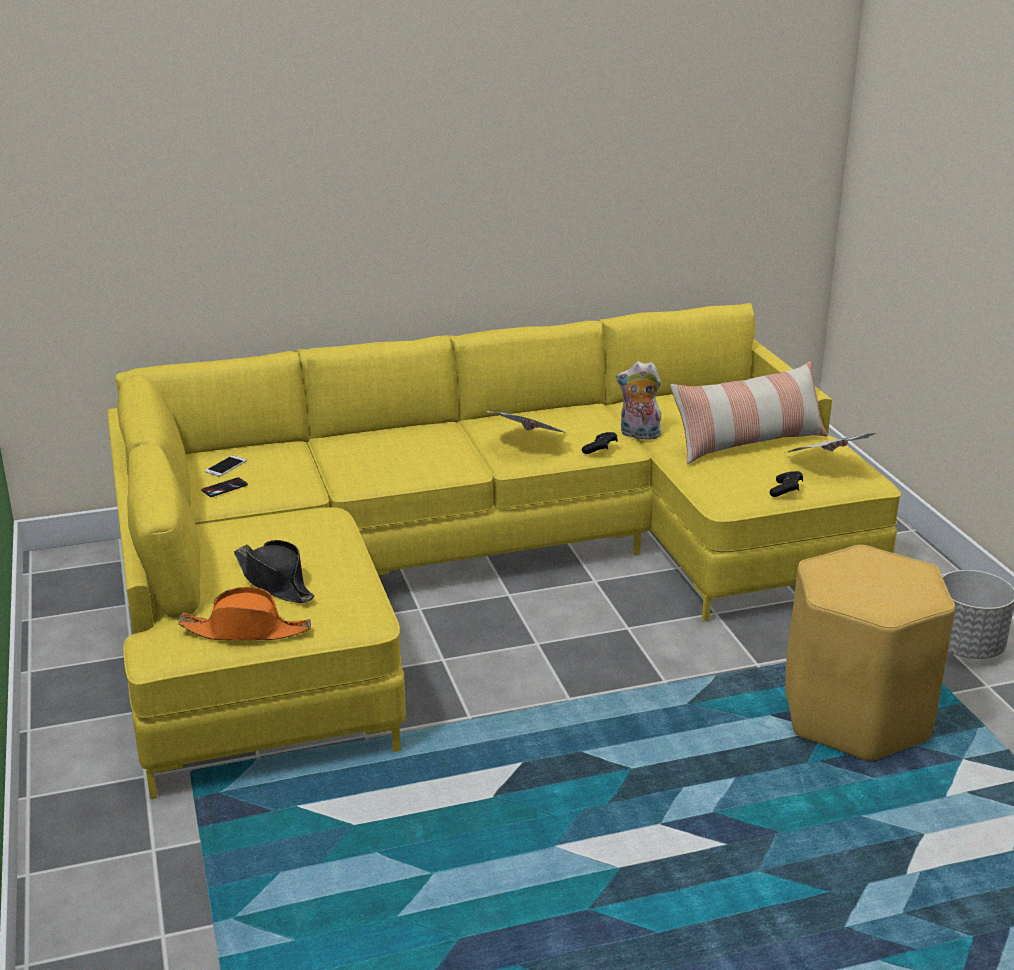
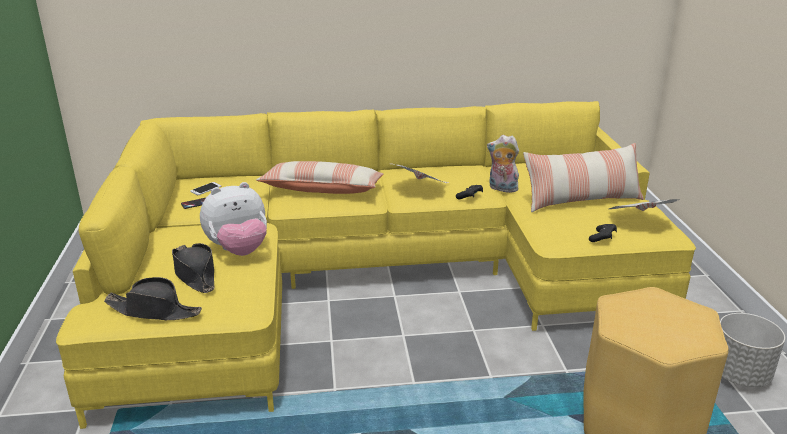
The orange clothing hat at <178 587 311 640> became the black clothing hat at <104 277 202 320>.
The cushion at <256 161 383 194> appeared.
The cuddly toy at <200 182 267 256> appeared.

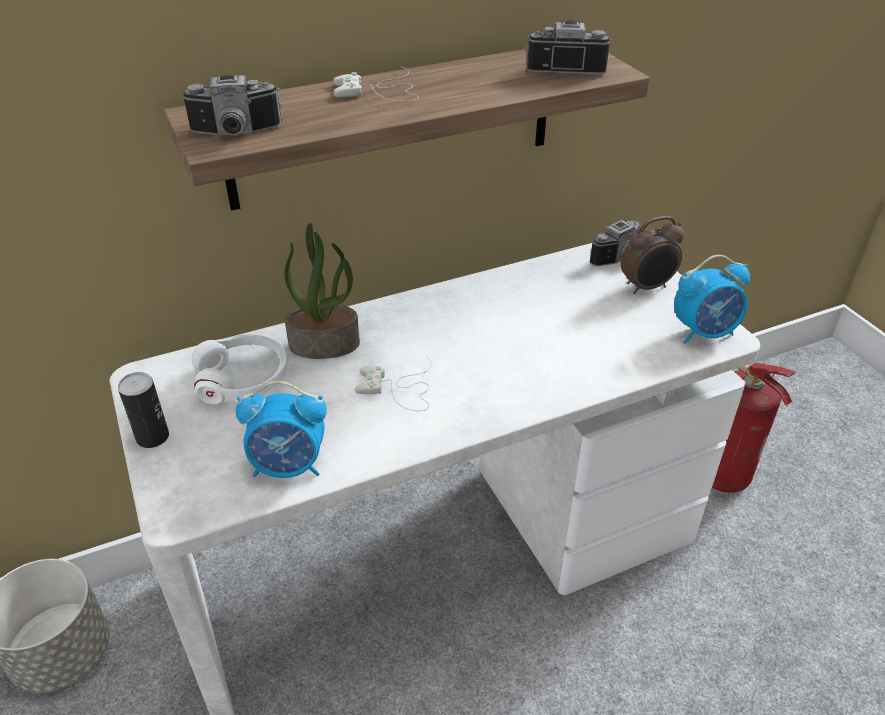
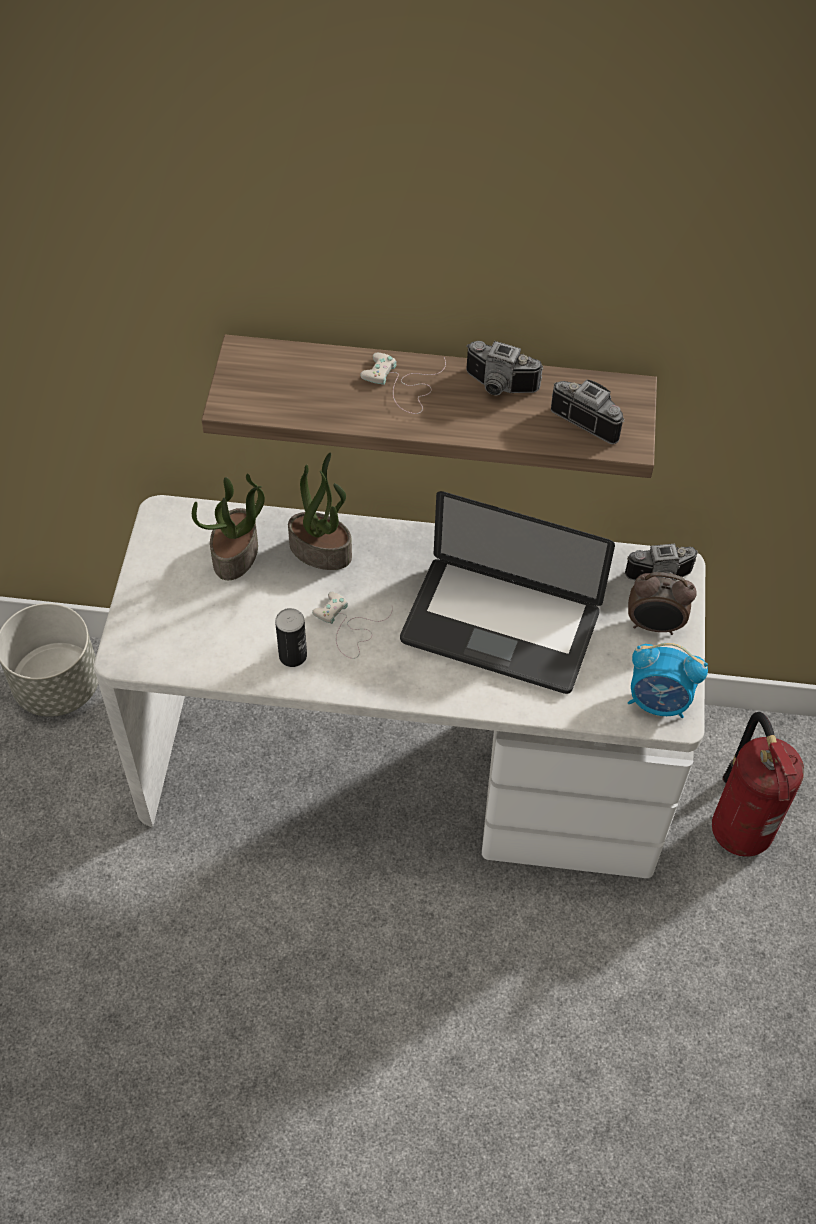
The still camera moved from <180 75 282 136> to <466 341 544 395>.
The whitish headset at <192 334 288 404> was replaced by the plant in a pot at <192 474 265 580>.
The metal can moved from <118 372 169 448> to <275 608 307 667>.
The alarm clock at <236 381 327 478> disappeared.
The portable computer at <400 491 615 694> appeared.

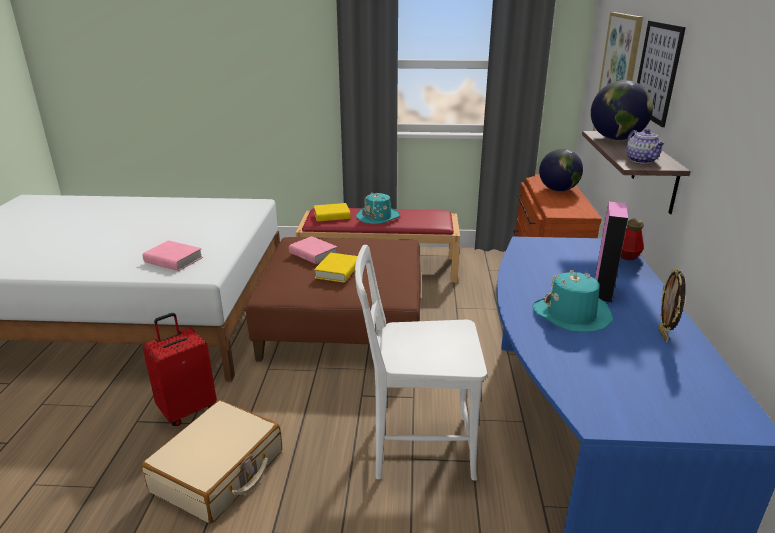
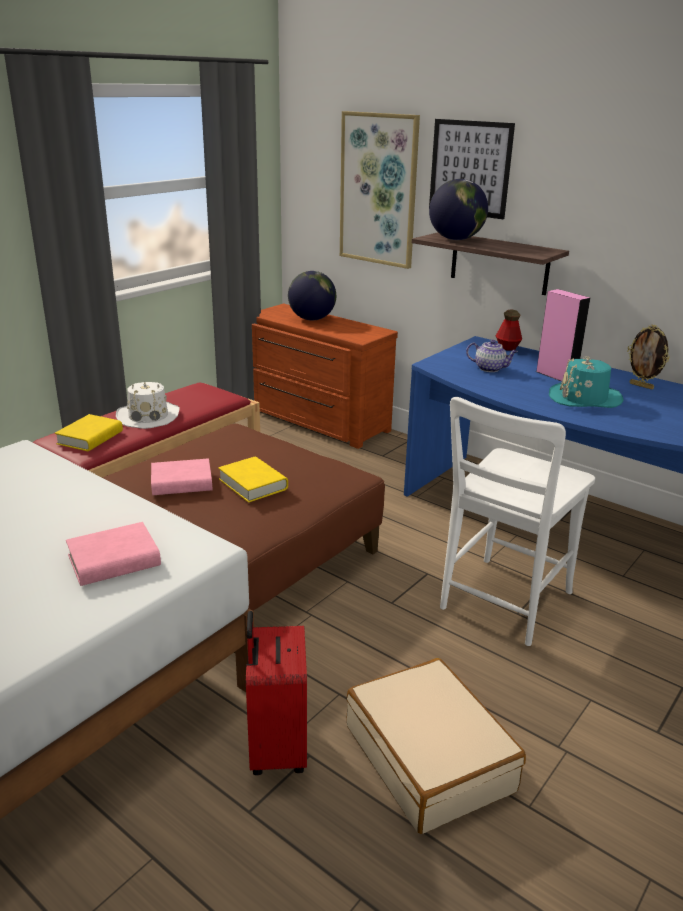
The tea pot moved from <626 129 664 164> to <466 340 518 372>.
The turquoise clothing hat at <356 192 400 224> became the whitish clothing hat at <116 382 180 429>.

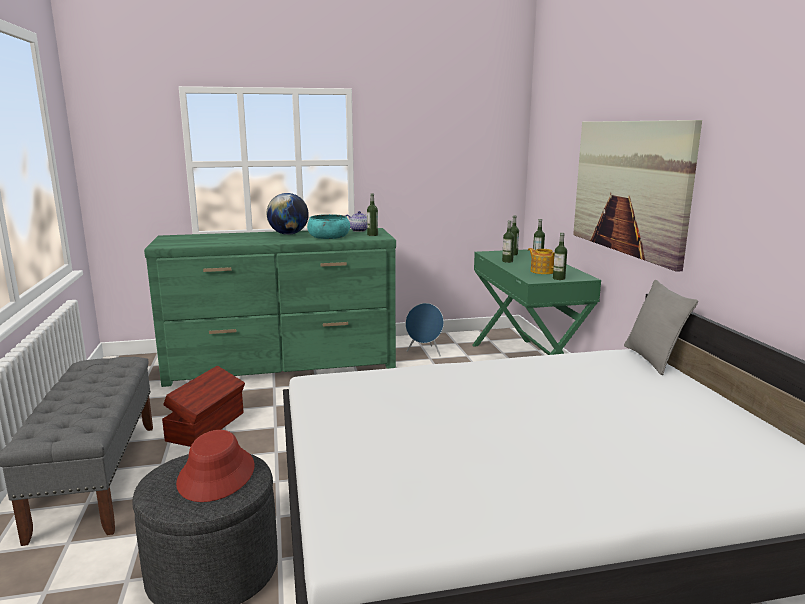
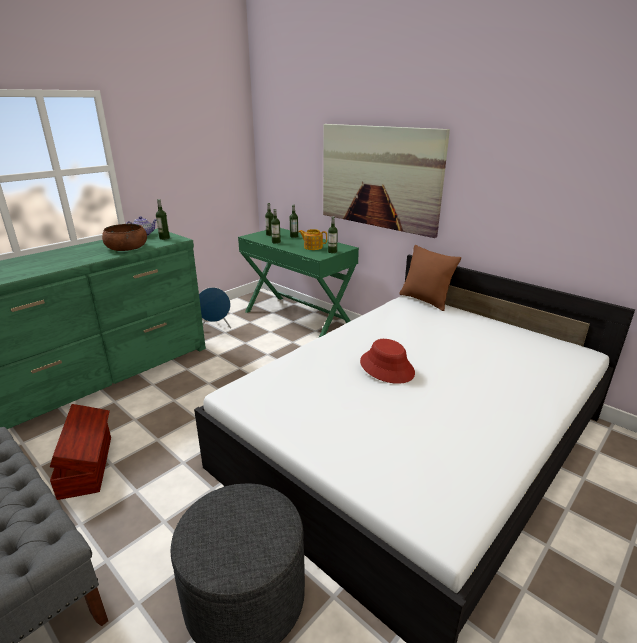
The globe at <266 193 309 235> disappeared.
The turquoise bowl at <307 214 350 239> became the brown-coloured bowl at <102 224 147 251>.
The gray cushion at <624 280 698 375> became the brown-coloured cushion at <399 245 461 311>.
The red clothing hat moved from <176 430 254 502> to <360 339 415 384>.

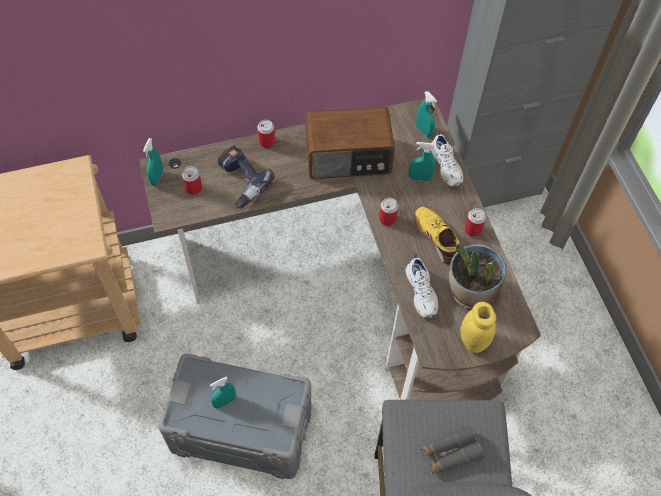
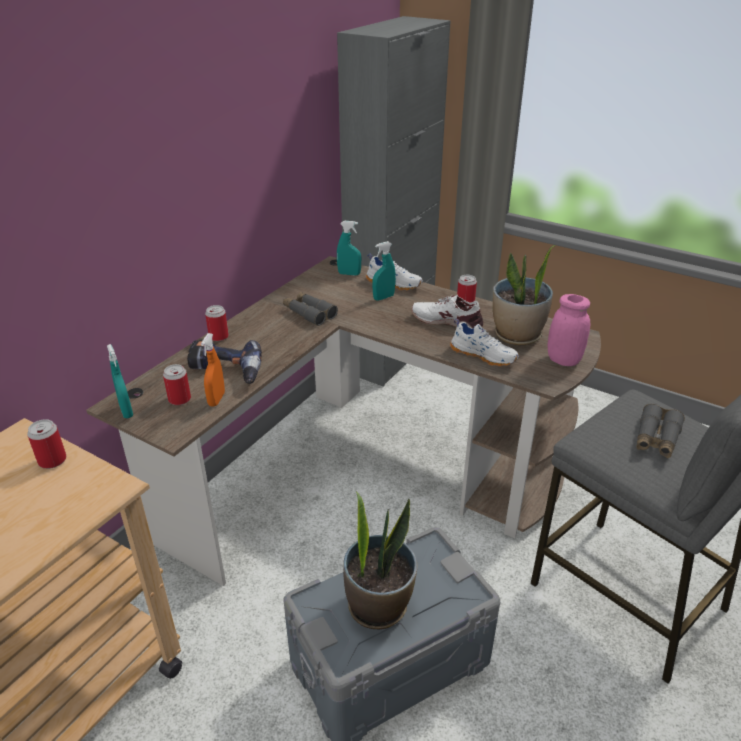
The radio receiver at <306 107 395 179> was replaced by the gray field glasses at <283 292 338 326>.
The metal can moved from <379 198 399 226> to <27 419 66 469>.
The yellow shoe at <415 207 459 265> became the whitish shoe at <412 295 483 328>.
The yellow preserve jar at <461 302 496 353> became the pink preserve jar at <547 294 590 366>.
The turquoise sprayer at <210 377 236 409> was replaced by the plant in a pot at <343 492 417 630>.
The orange sprayer at <201 333 225 407> appeared.

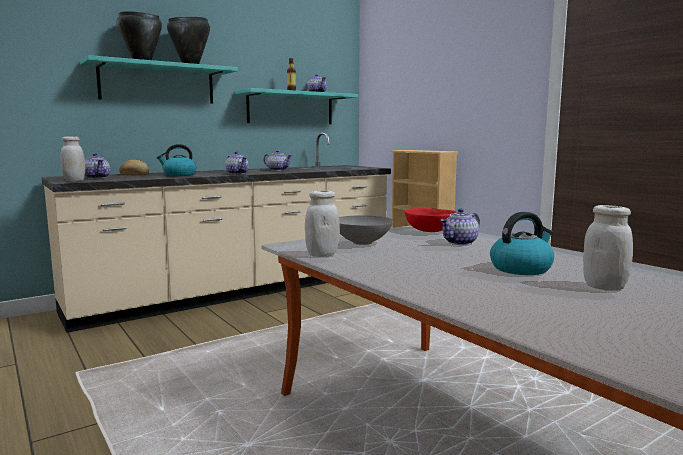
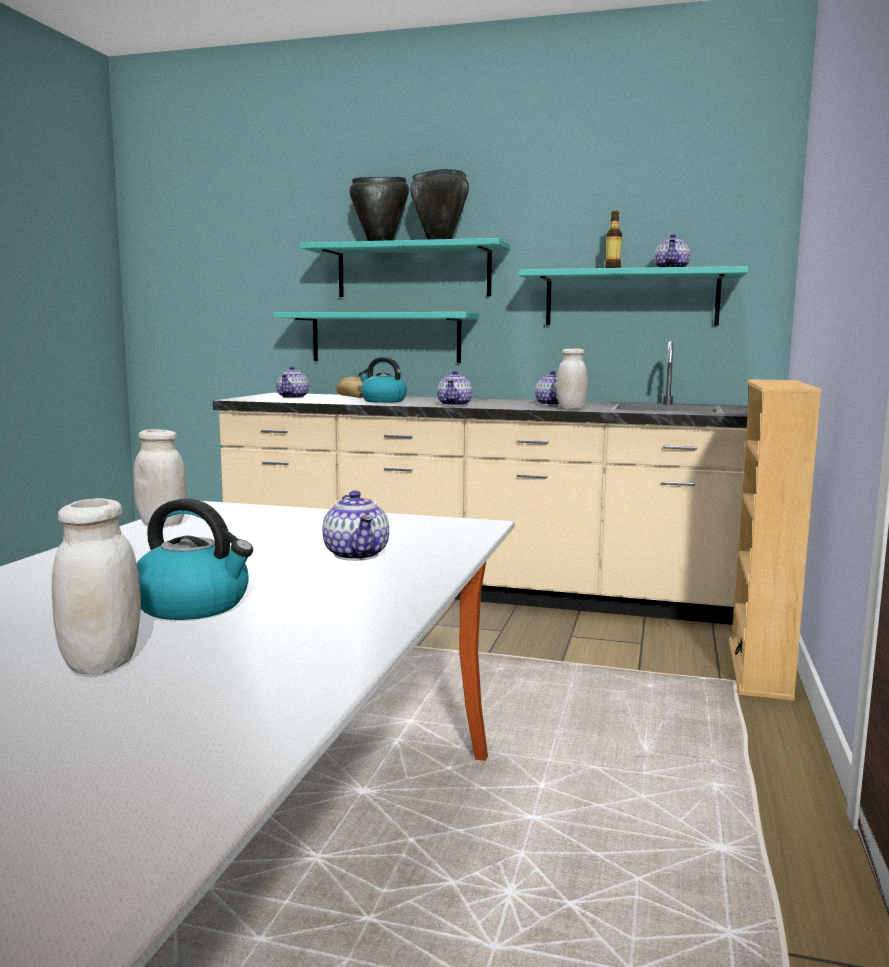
The whitish preserve jar moved from <61 136 85 181> to <556 348 588 409>.
The red bowl at <405 208 457 232> disappeared.
The tea pot at <440 208 480 245> turned 120 degrees counterclockwise.
The gray bowl at <339 215 394 245> disappeared.
The turquoise shelf at <274 312 479 363> appeared.

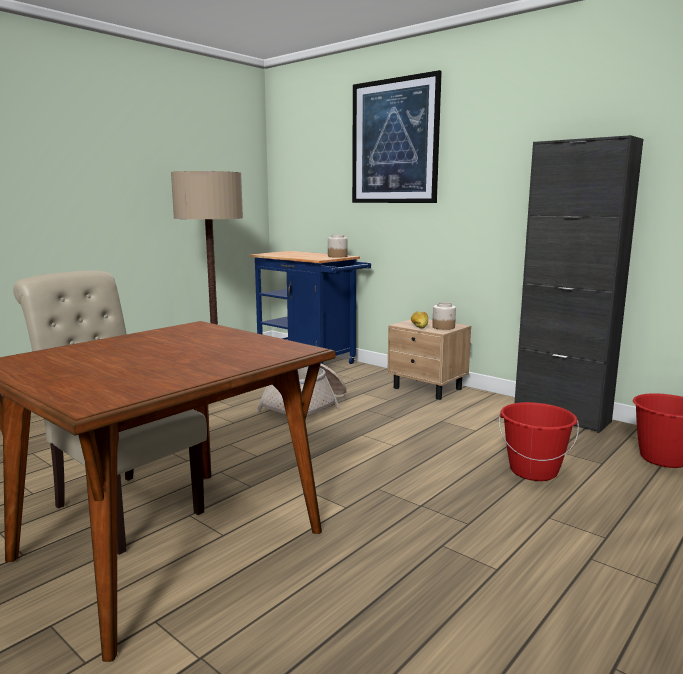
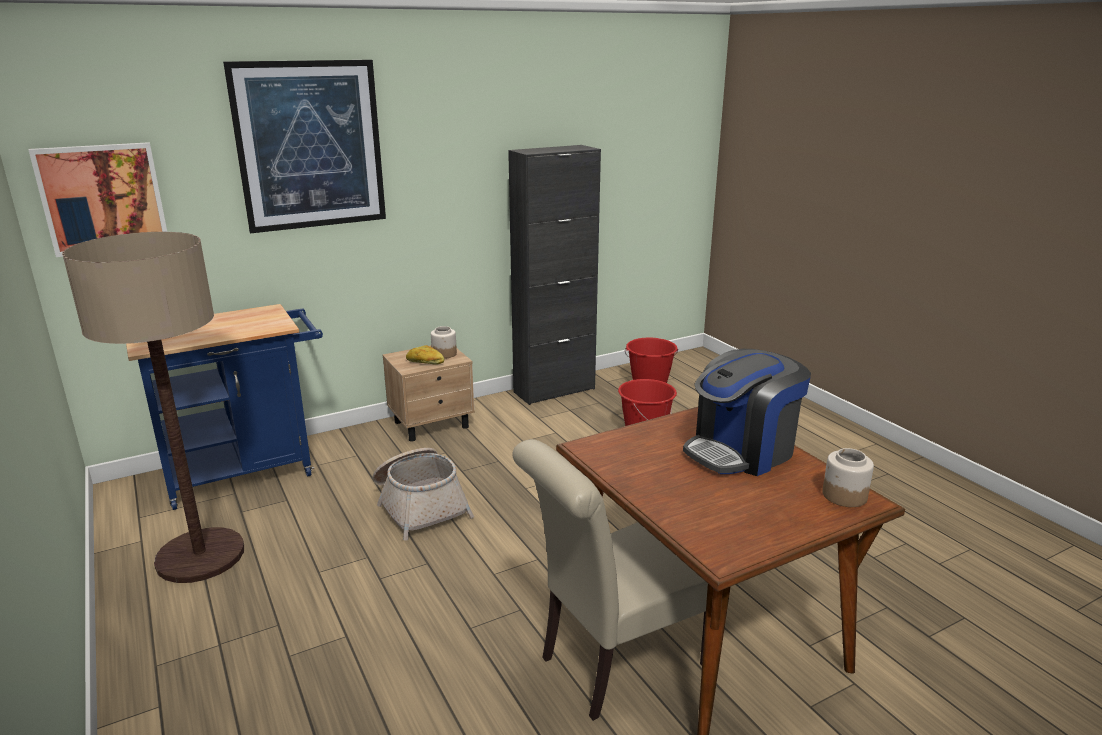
The preserve jar moved from <328 235 348 258> to <822 448 874 507>.
The wall picture at <29 142 167 257> appeared.
The coffee maker at <683 349 811 476> appeared.

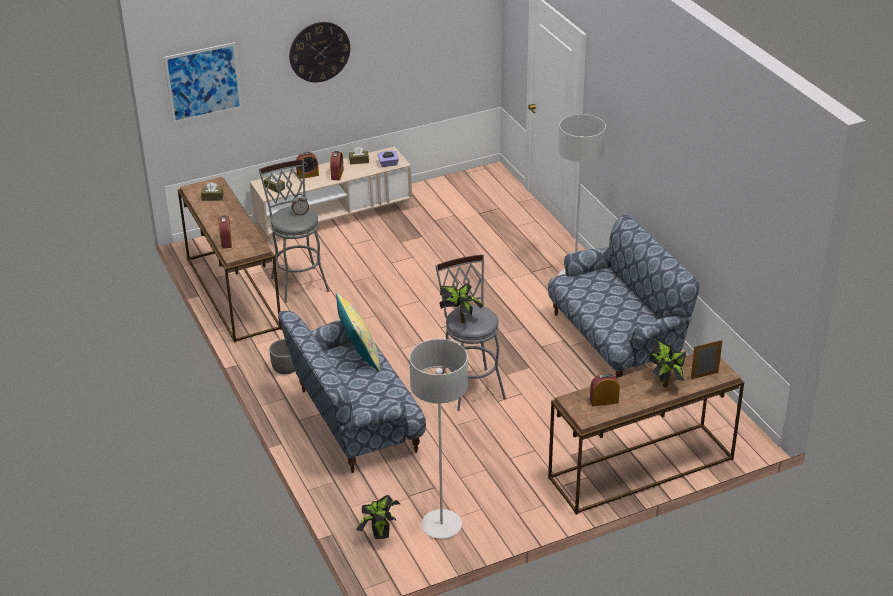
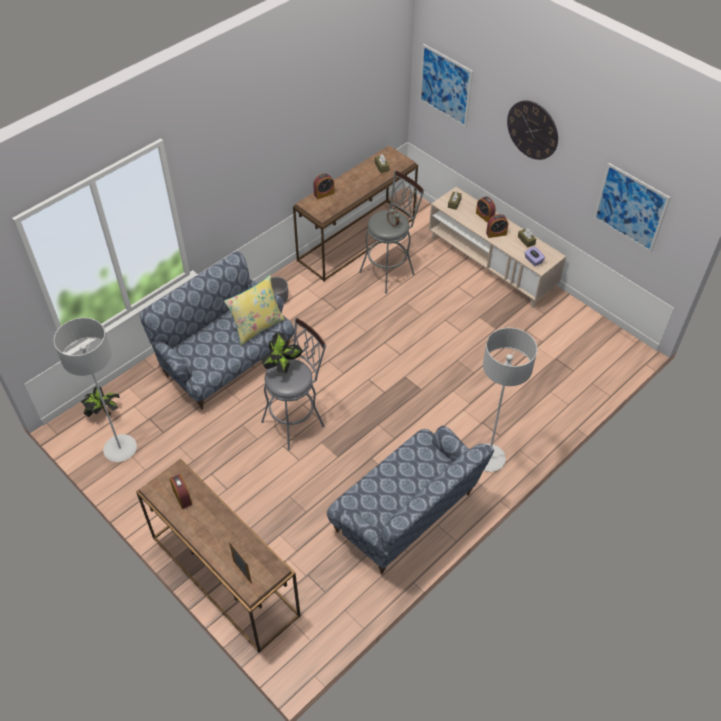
The plant in a pot at <649 340 686 388> disappeared.
The wall picture at <593 163 671 253> appeared.

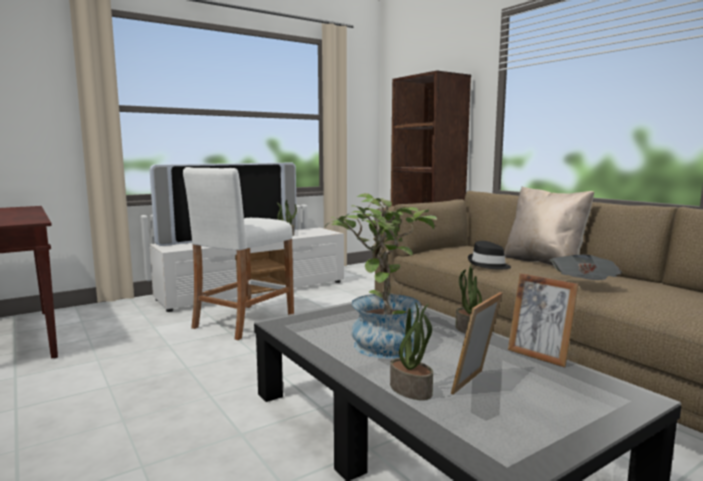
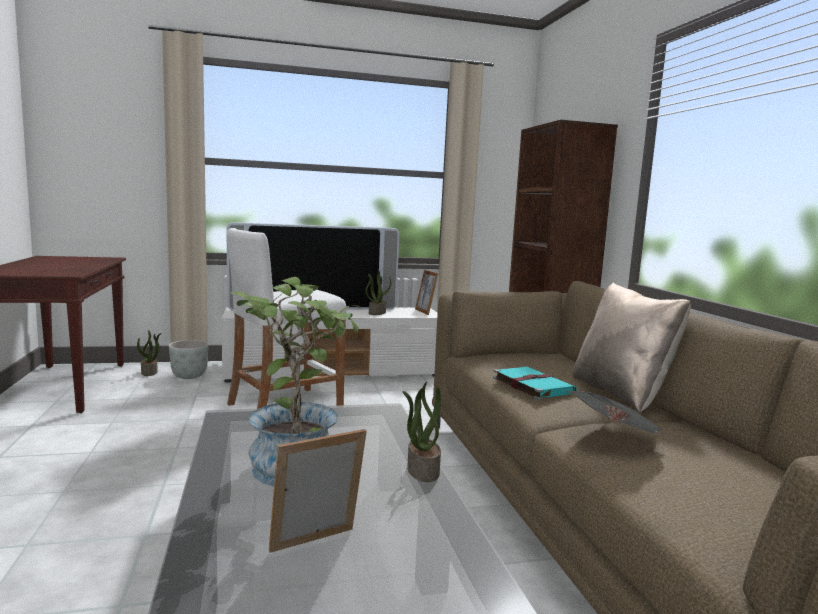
The black clothing hat at <468 241 511 269> was replaced by the turquoise volume at <493 367 577 400>.
The picture frame moved from <508 273 579 367> to <415 270 438 315>.
The plant in a pot moved from <390 302 433 400> to <137 330 161 376>.
The gray flower pot at <169 340 209 379> appeared.

